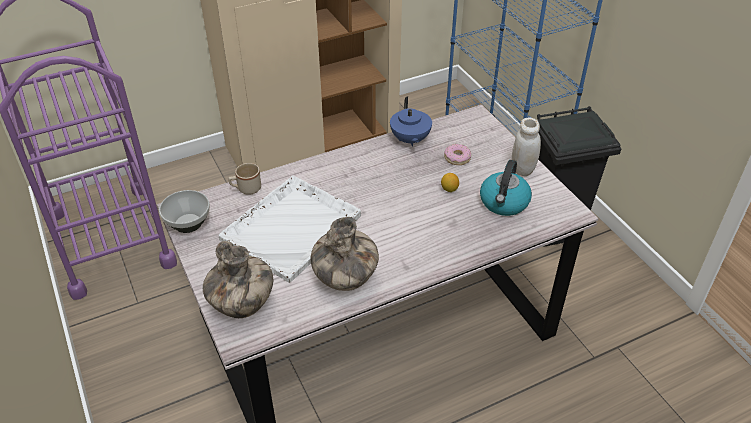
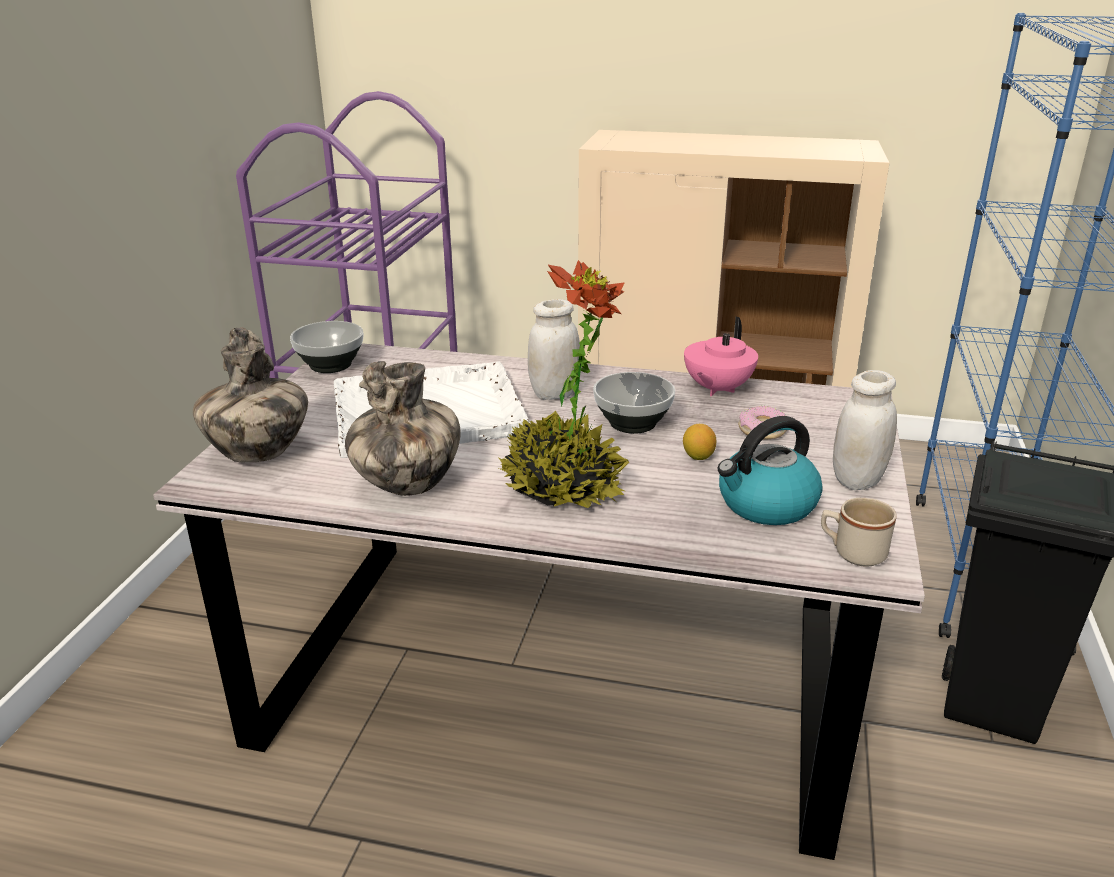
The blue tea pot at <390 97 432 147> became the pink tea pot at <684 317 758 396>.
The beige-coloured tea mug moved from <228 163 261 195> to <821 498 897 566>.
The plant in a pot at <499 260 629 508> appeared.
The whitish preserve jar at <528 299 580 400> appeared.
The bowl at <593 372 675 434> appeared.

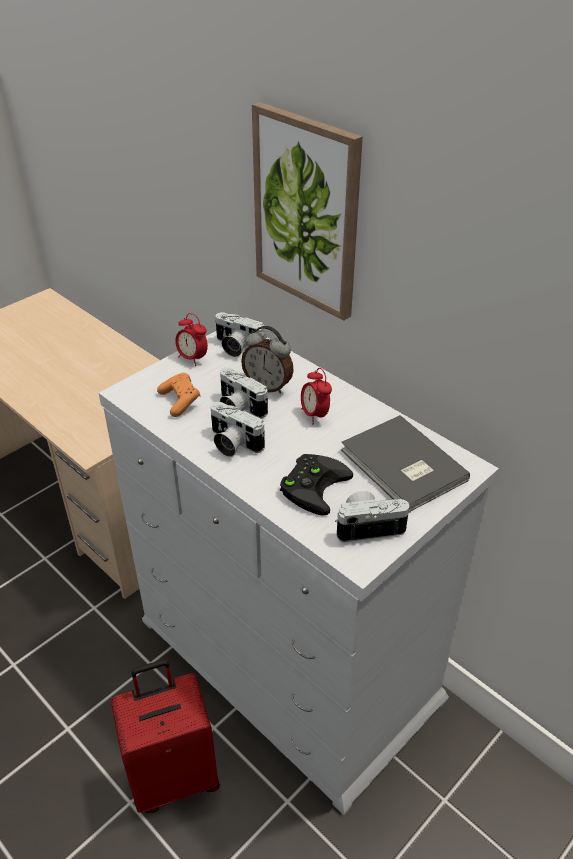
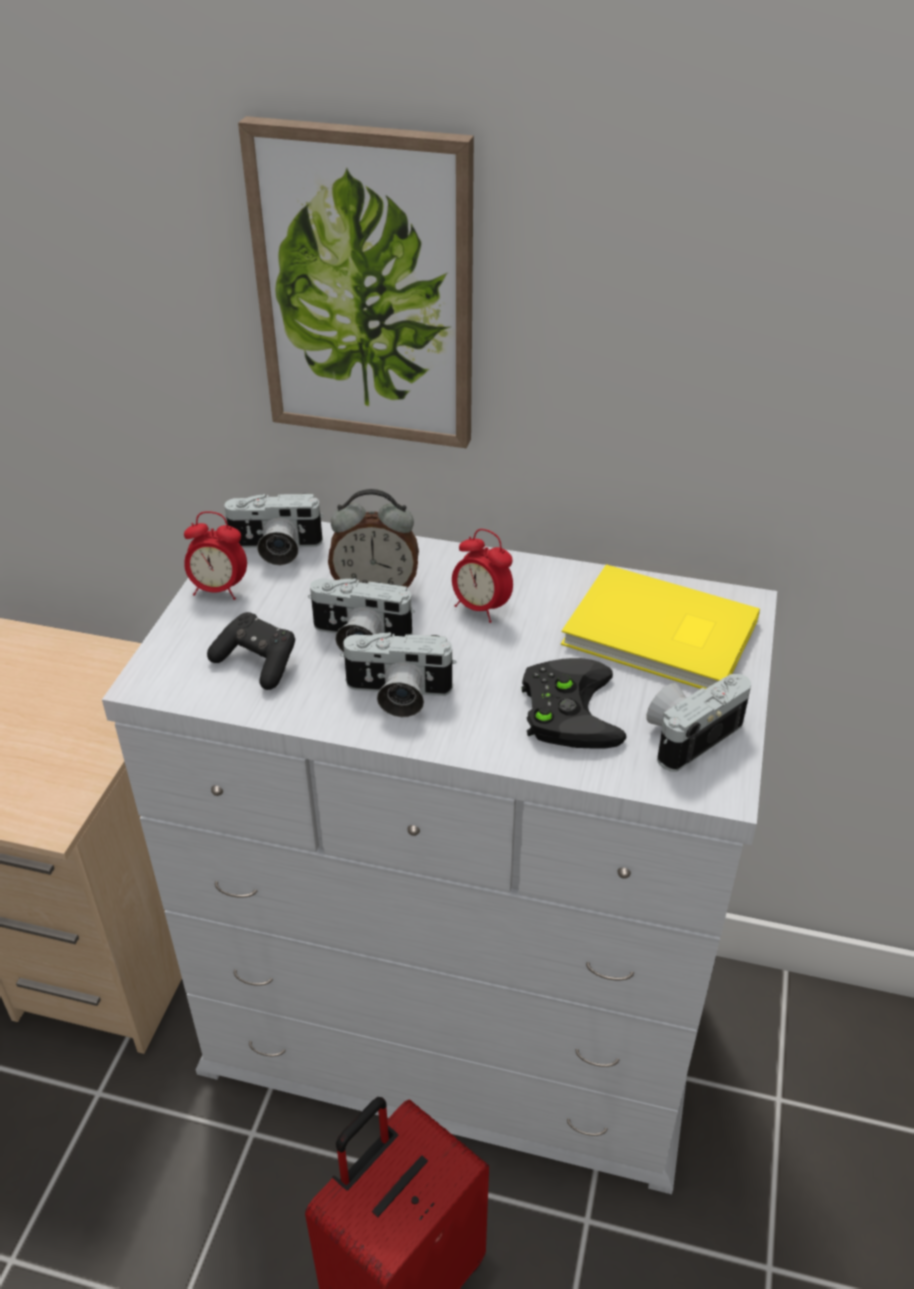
The orange gamepad at <157 373 201 417> became the black gamepad at <207 612 295 690>.
The gray volume at <341 415 470 511> became the yellow volume at <561 564 760 689>.

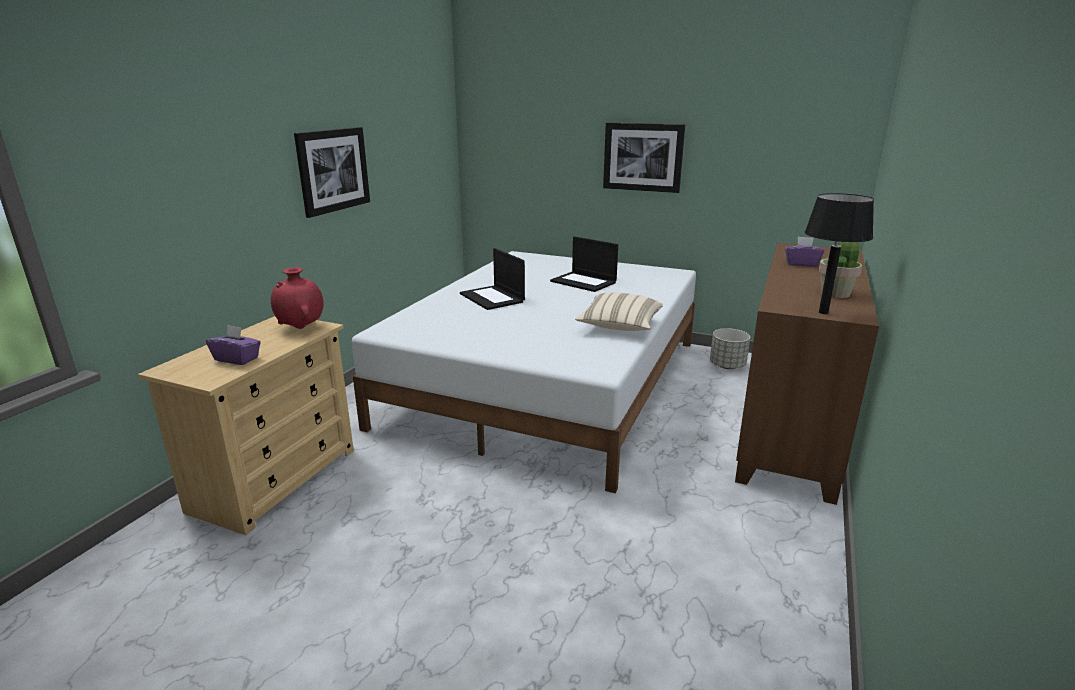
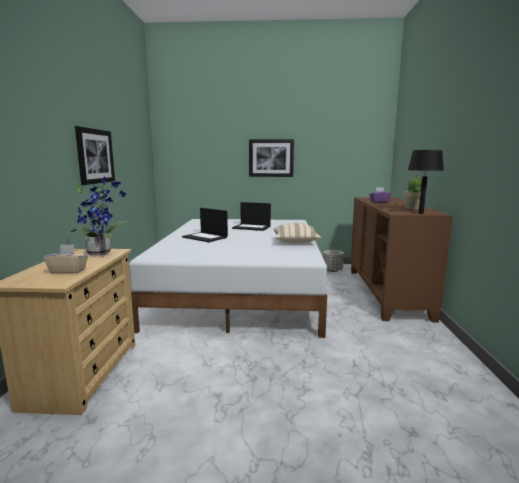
The red decorative vase at <271 267 324 329> was replaced by the plant in a pot at <71 177 130 256>.
The purplish tissue box at <206 325 261 365> became the beige-coloured tissue box at <44 244 88 274>.

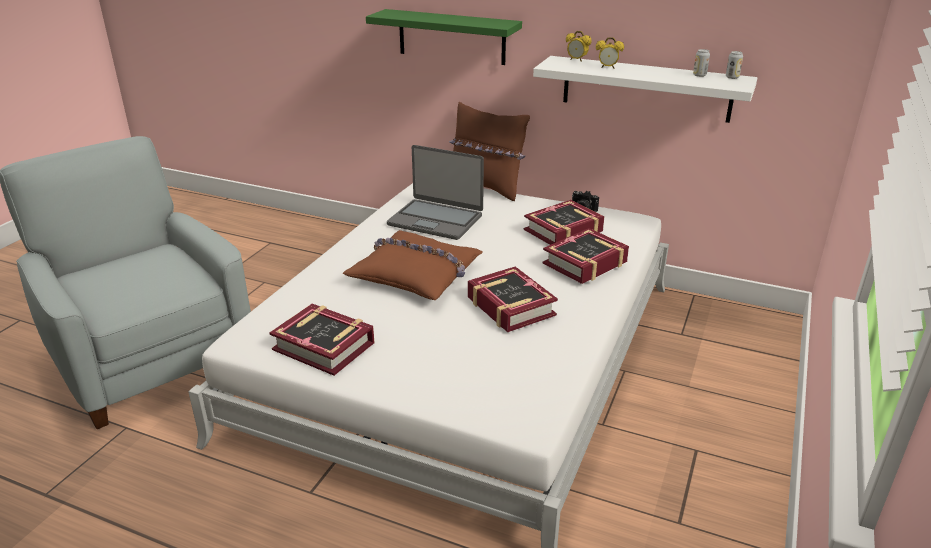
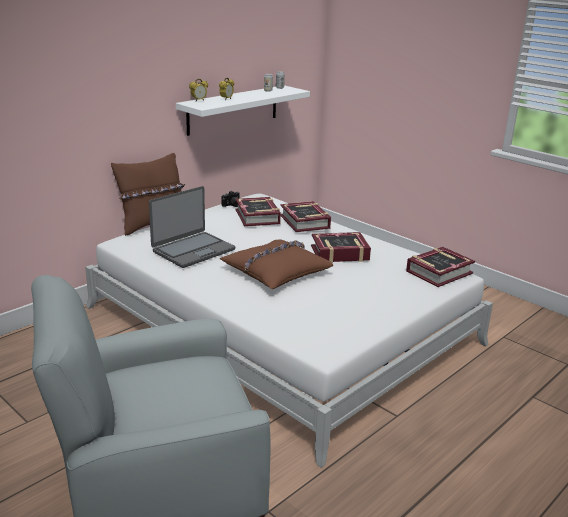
The green-coloured shelf at <366 9 522 65> disappeared.
The volume moved from <269 304 374 376> to <406 247 475 287>.

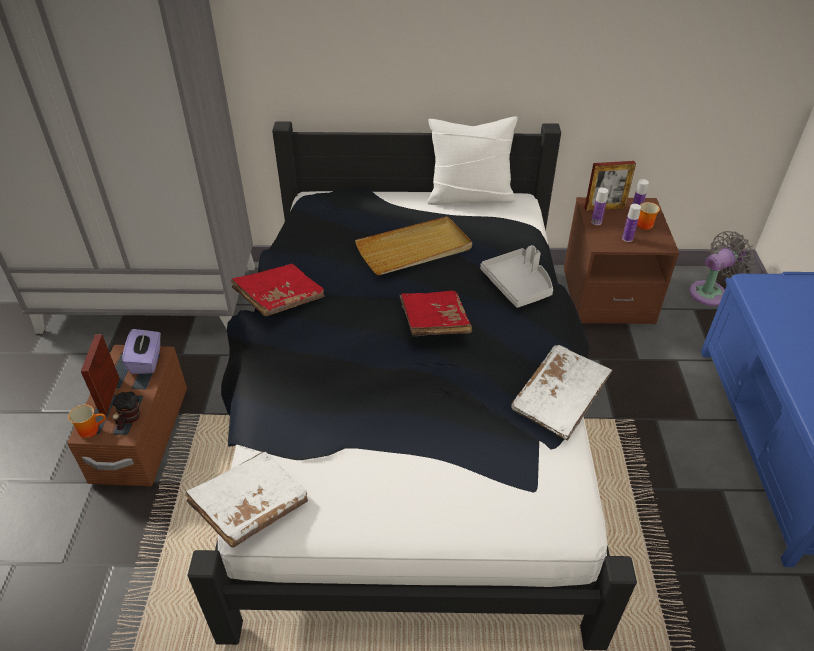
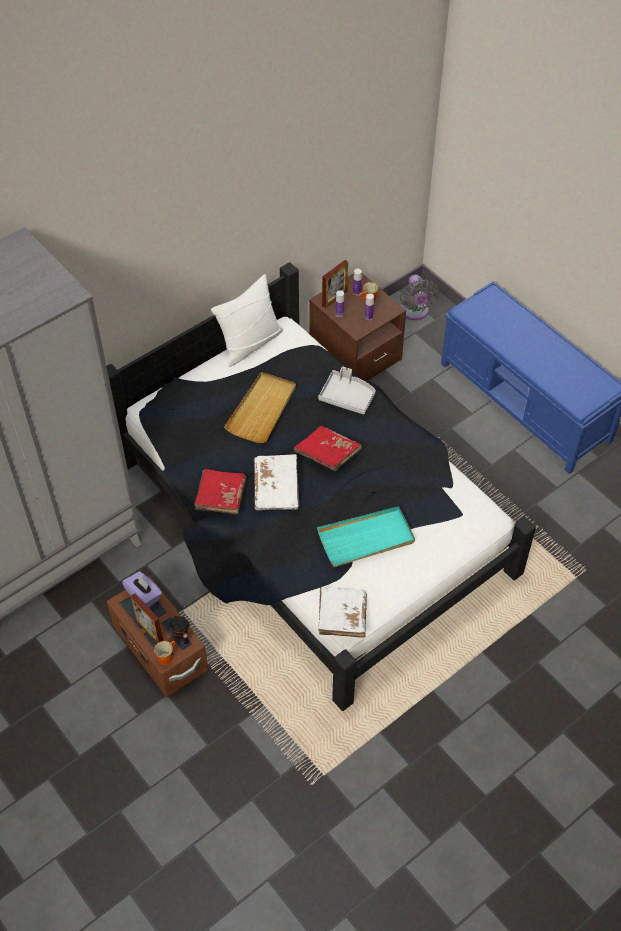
The gray cooling fan at <689 231 755 306> turned 150 degrees clockwise.
The whitish volume moved from <511 345 612 440> to <254 454 299 511>.
The turquoise carrying tray at <317 506 415 567> appeared.

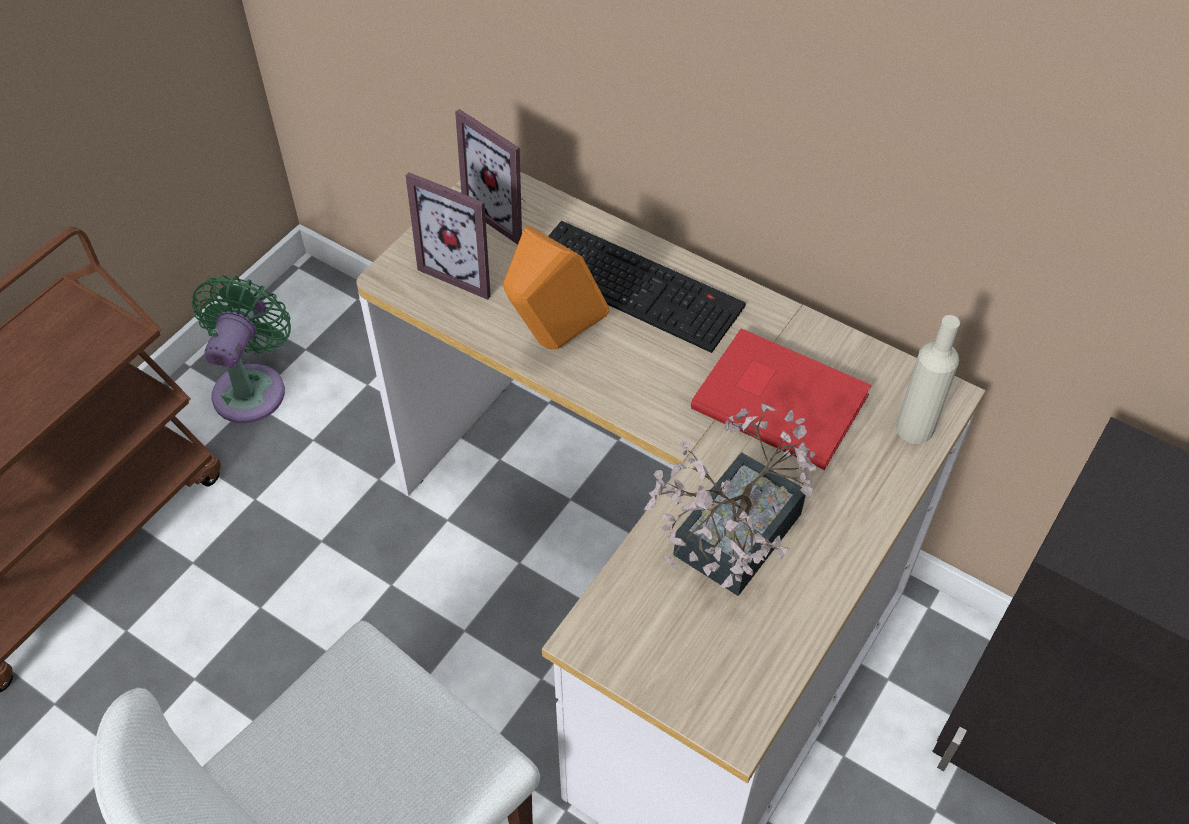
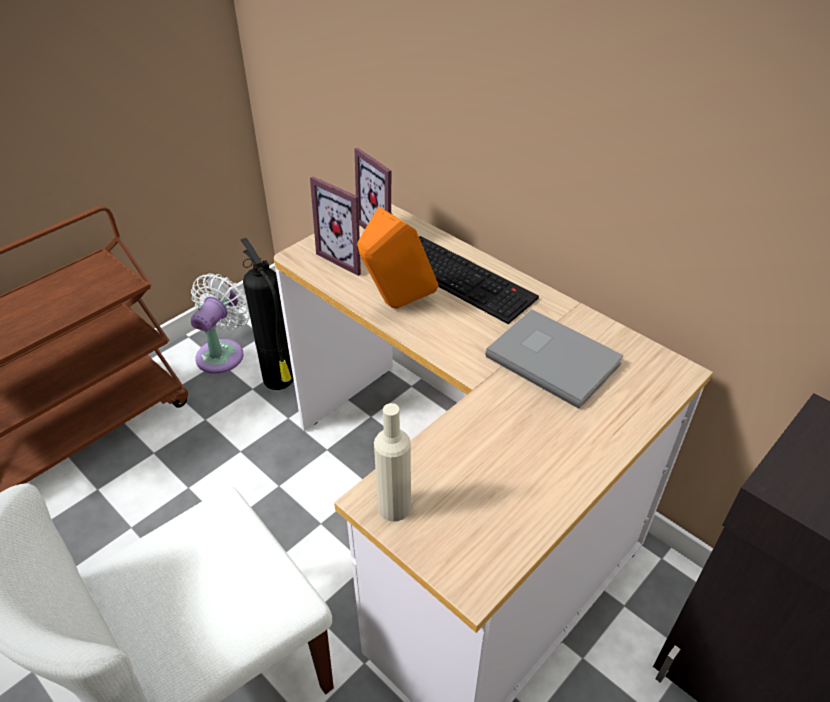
The green-coloured cooling fan at <192 275 291 423> became the whitish cooling fan at <191 273 250 374>.
The beige-coloured drink bottle moved from <896 315 960 444> to <374 403 411 522>.
The red volume at <691 328 871 470> became the gray volume at <485 309 624 409>.
The plant in a pot at <644 404 816 596> disappeared.
The fire extinguisher at <241 238 294 390> appeared.

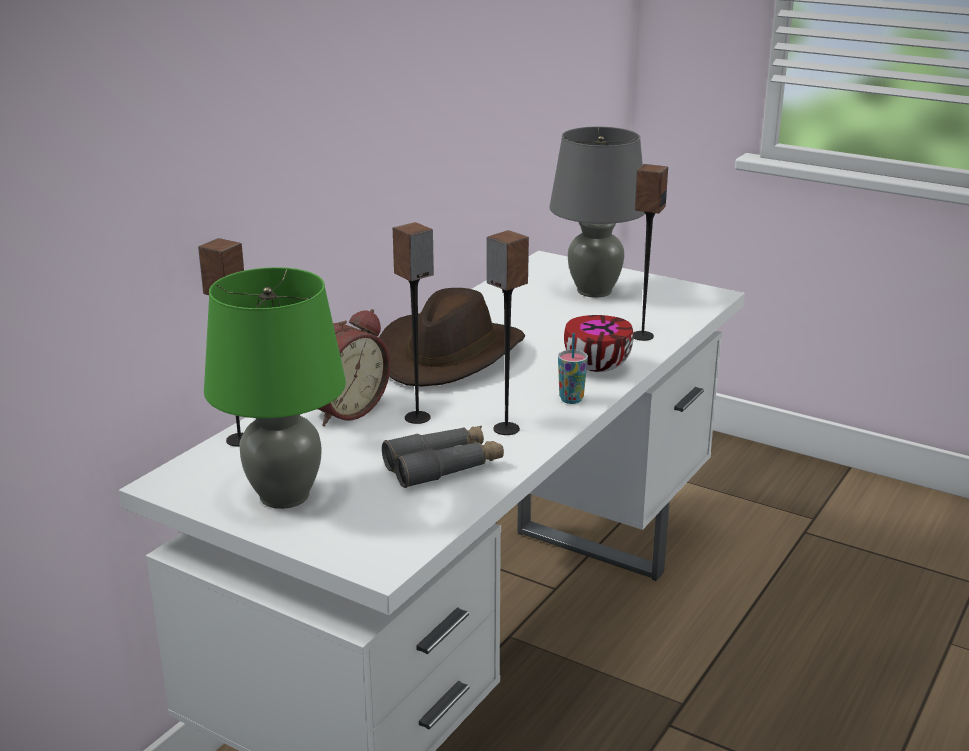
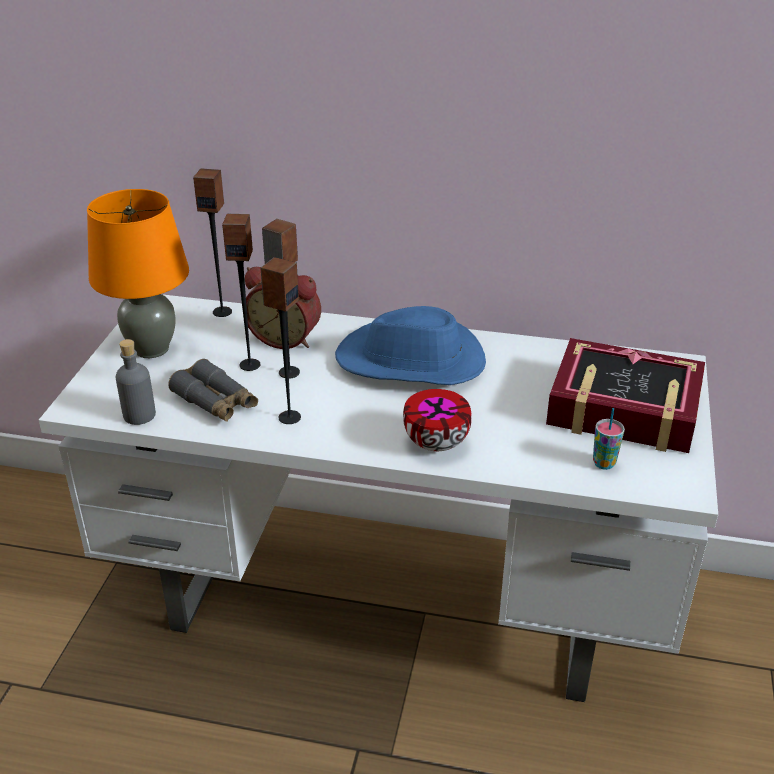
The gray lamp for a table at <549 127 645 298> was replaced by the volume at <546 338 705 453>.
The audio speaker moved from <633 164 668 341> to <222 214 260 371>.
The green-coloured lamp for a table at <204 267 346 509> became the orange lamp for a table at <87 189 189 358>.
The brown-coloured clothing hat at <379 288 525 386> became the blue clothing hat at <335 306 486 385>.
The cup moved from <558 333 588 404> to <593 408 625 470>.
The gray drink bottle at <116 339 156 425> appeared.

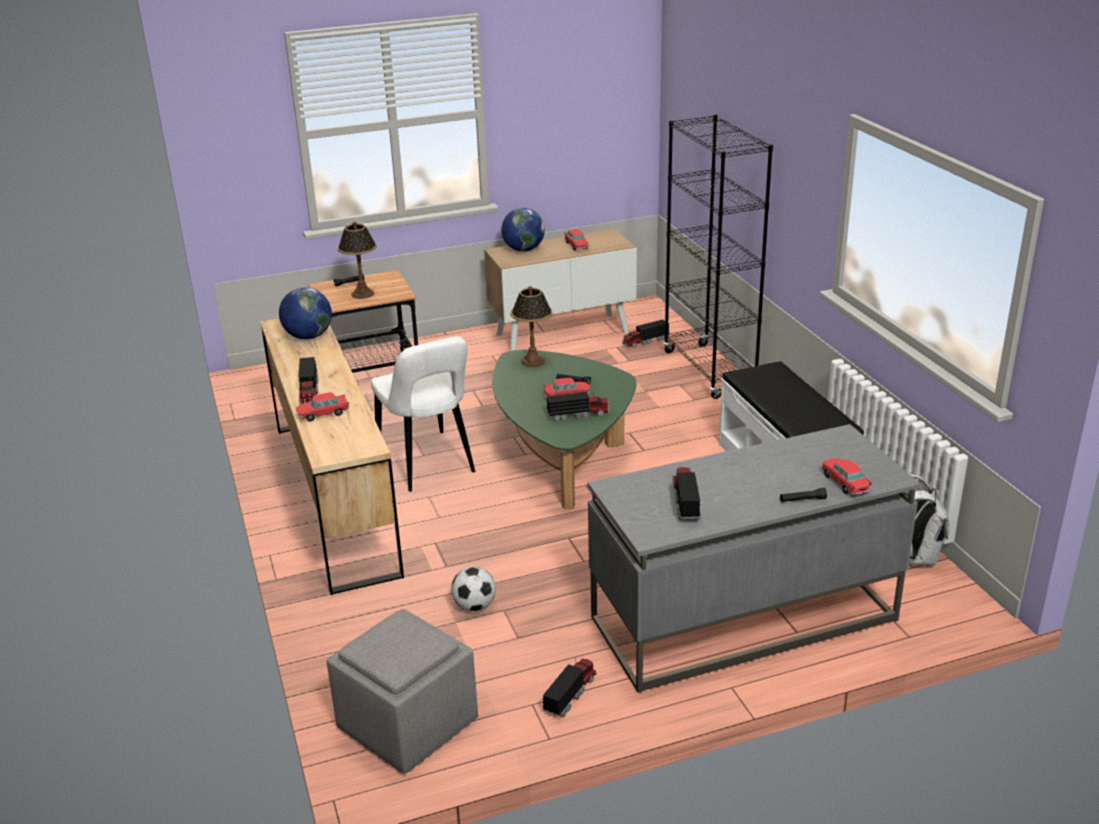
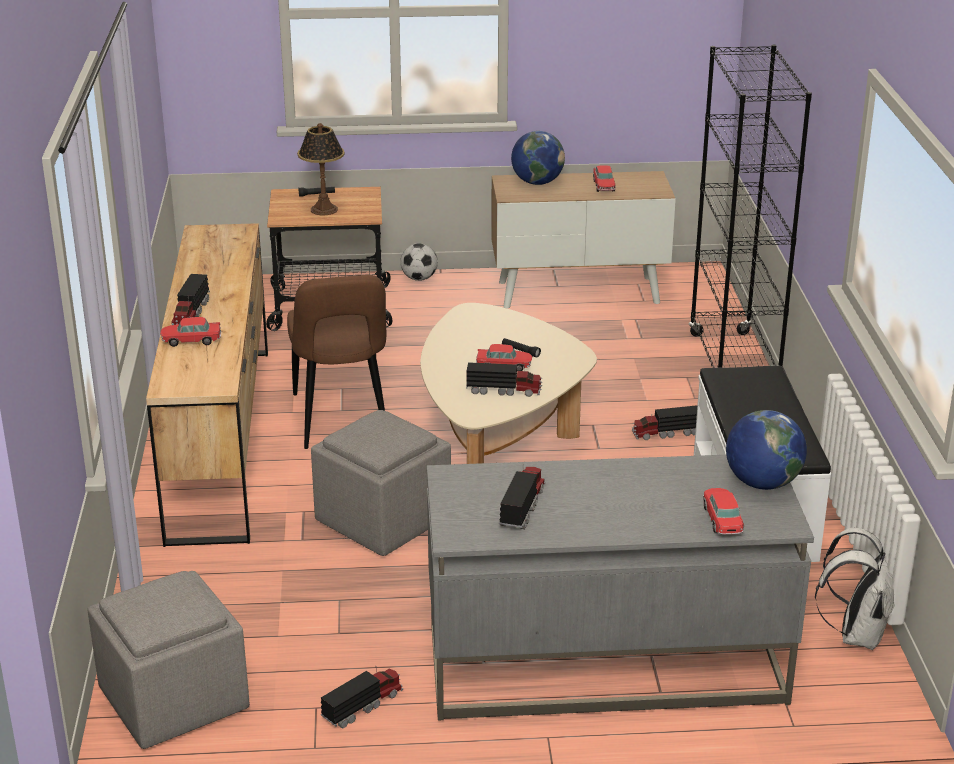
The lamp for a table at <510 286 552 367> disappeared.
The globe moved from <279 287 332 339> to <726 410 807 490>.
The model truck moved from <622 320 669 348> to <632 405 697 440>.
The whitish chair at <371 336 475 492> became the brown-coloured chair at <287 275 387 449>.
The green-coloured coffee table at <492 350 637 509> became the beige-coloured coffee table at <420 303 597 464>.
The black flashlight at <780 488 827 502> disappeared.
The ball for football moved from <451 566 496 611> to <400 243 438 281>.
The gray footrest at <311 410 451 556> appeared.

